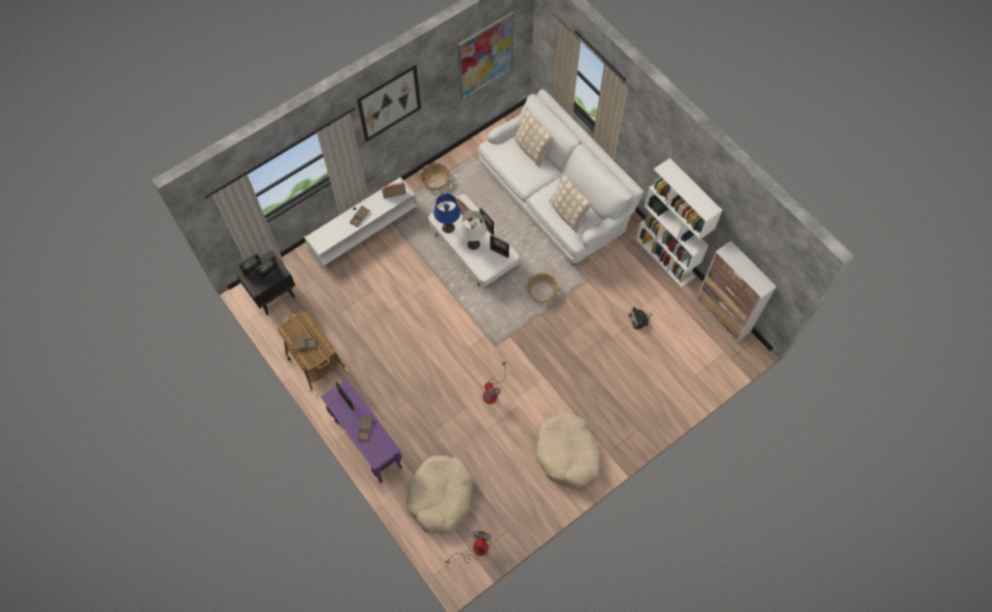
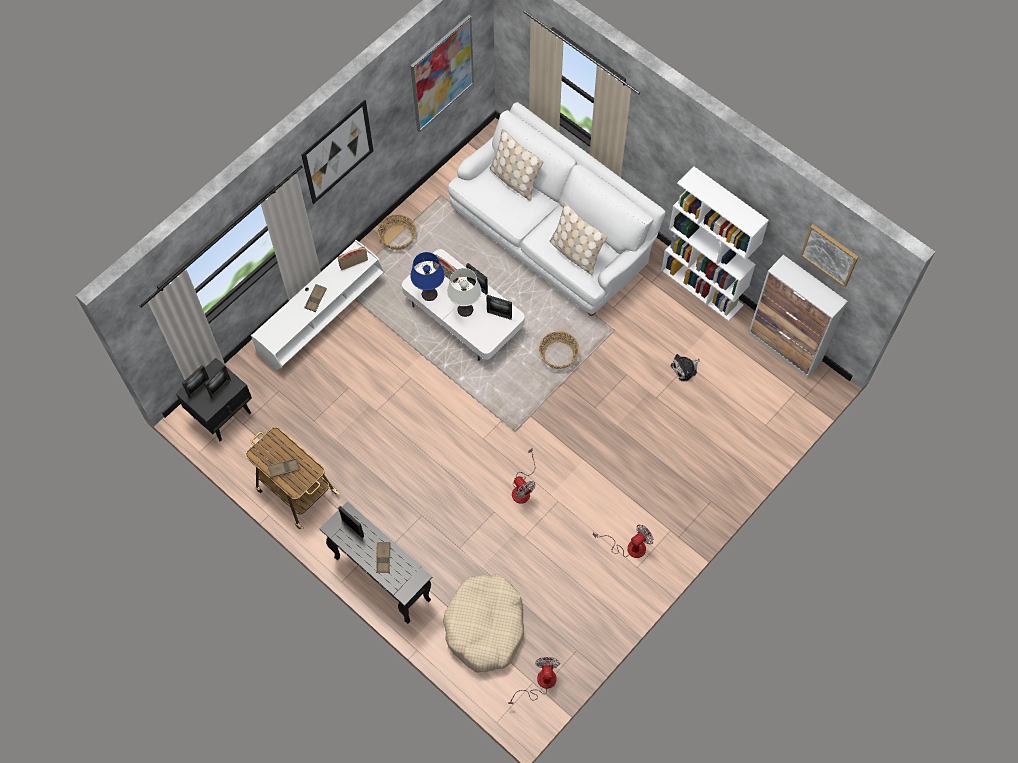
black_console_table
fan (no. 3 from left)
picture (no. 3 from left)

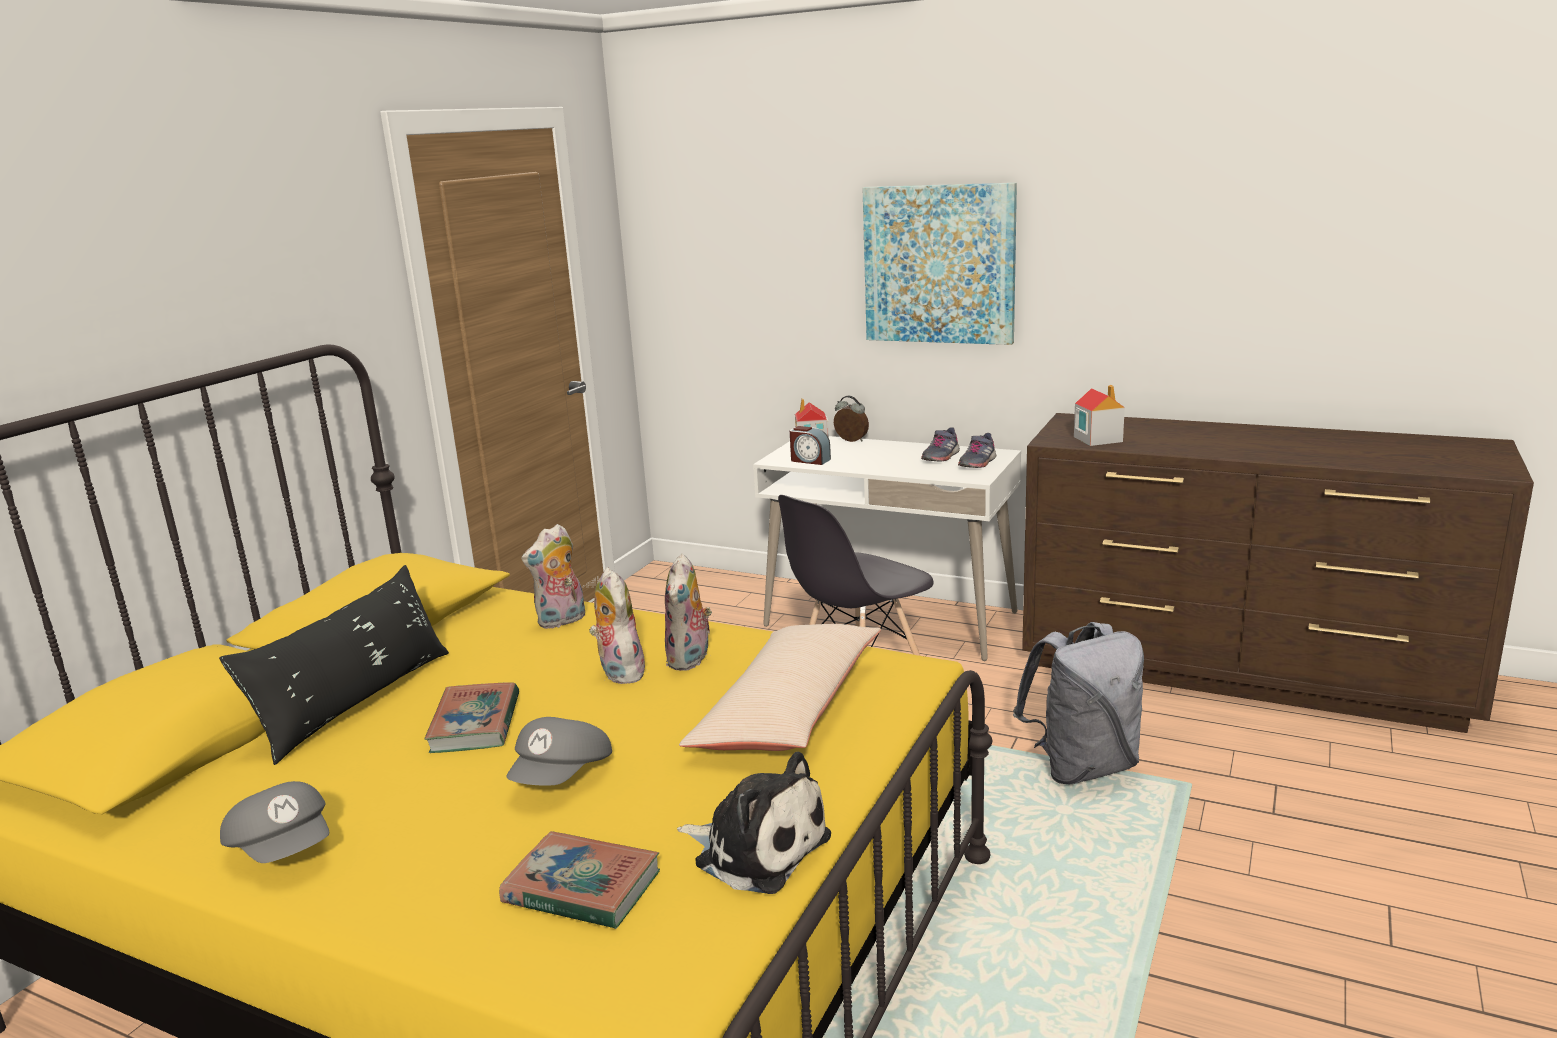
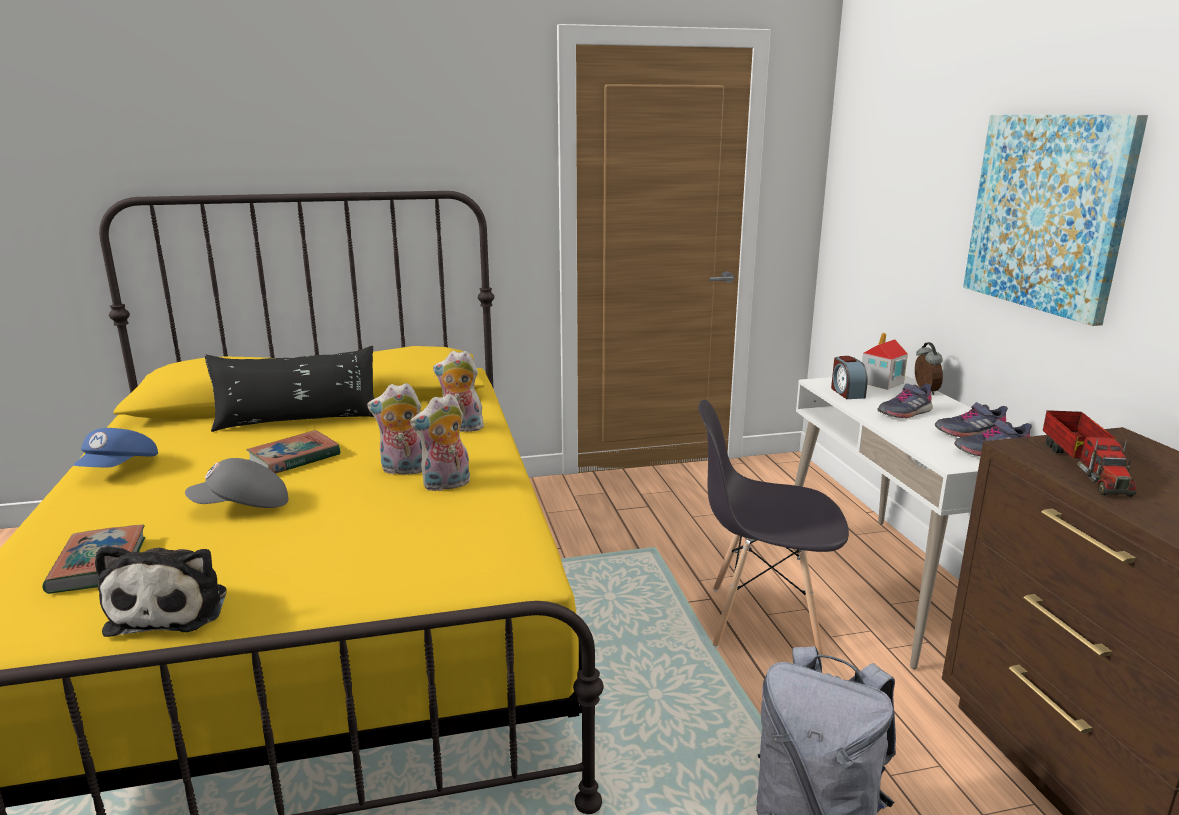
blue_cap
plush_toy (no. 2 from left)
grey_shoe (no. 1 from left)
toy_truck
beige_pillow

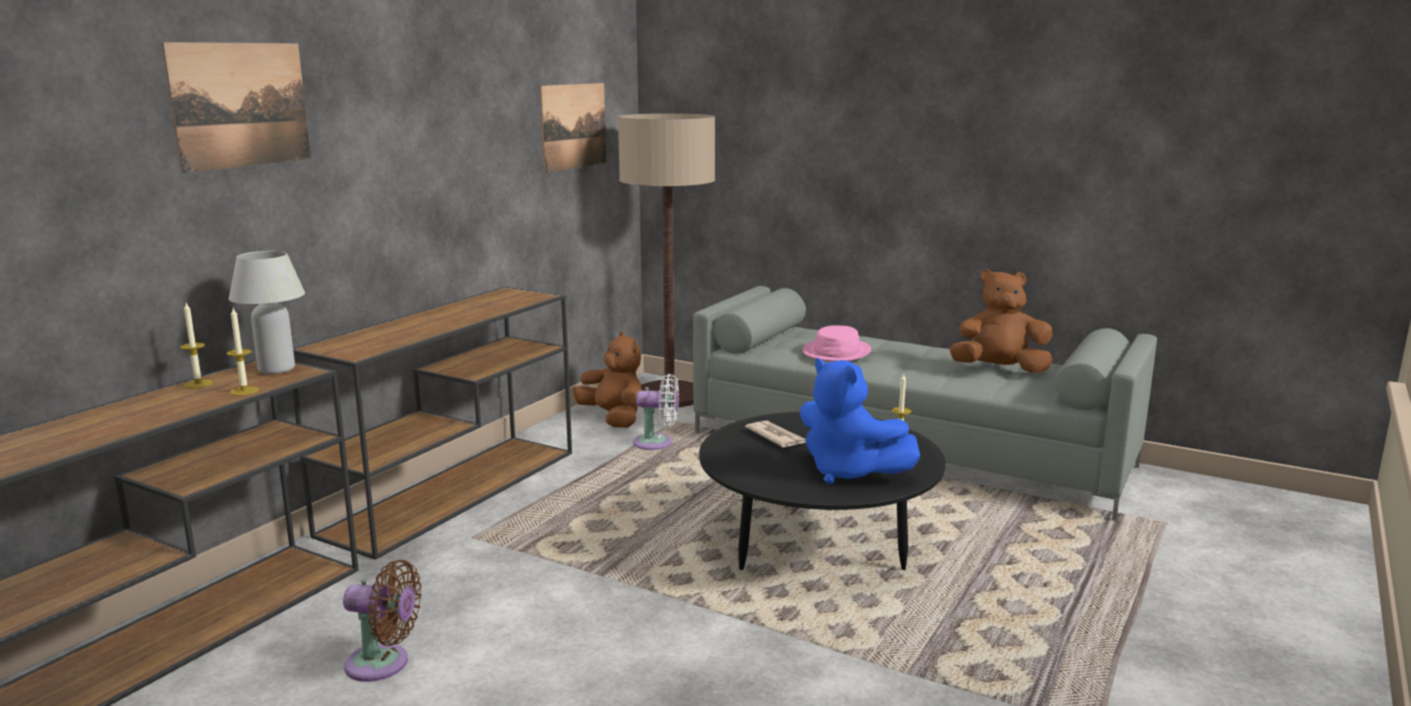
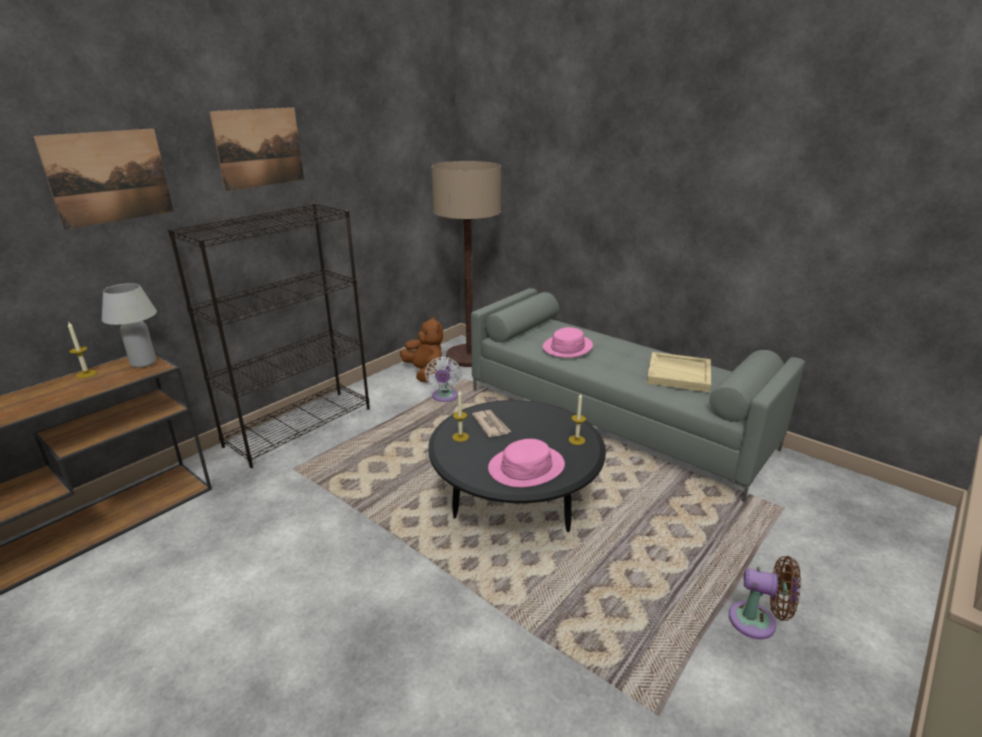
black_bookcase
picture (no. 2 from left)
white_fan
candle (no. 2 from left)
pink_hat (no. 1 from left)
beige_tray
brown_fan

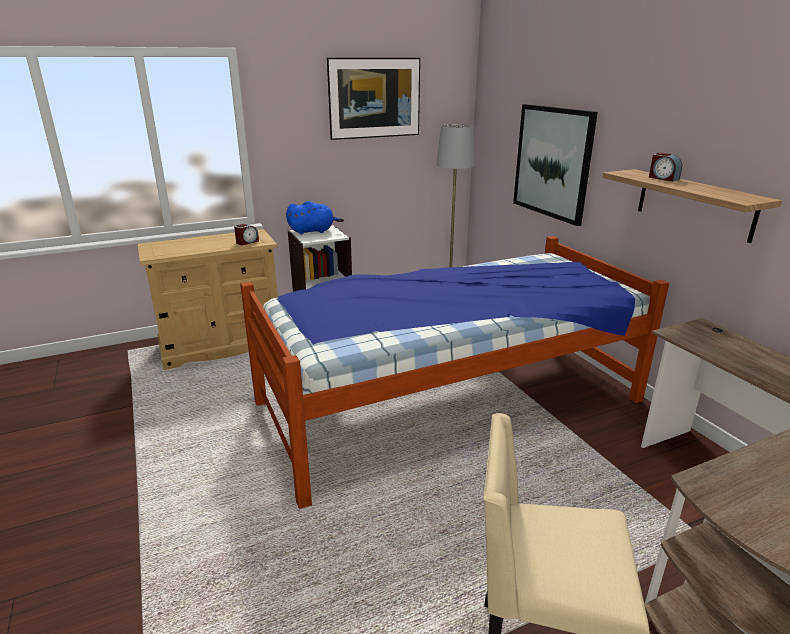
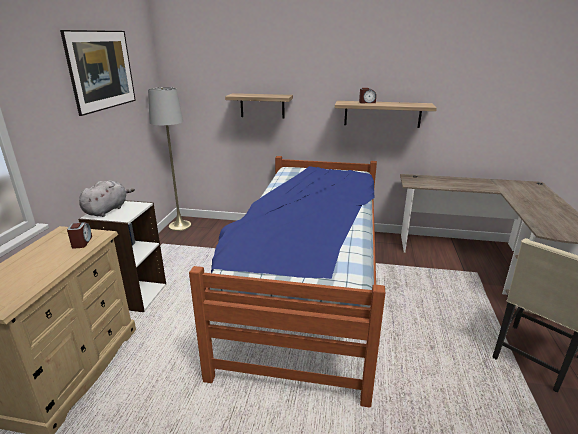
grey_plush_toy
shelf (no. 1 from left)

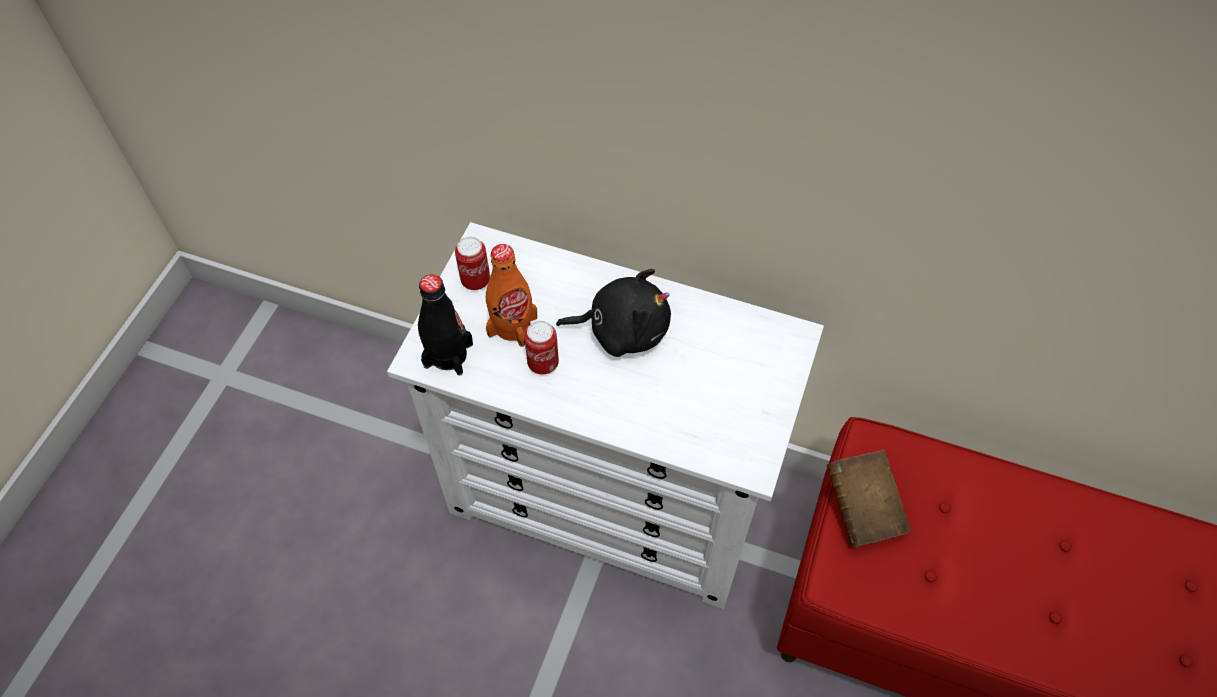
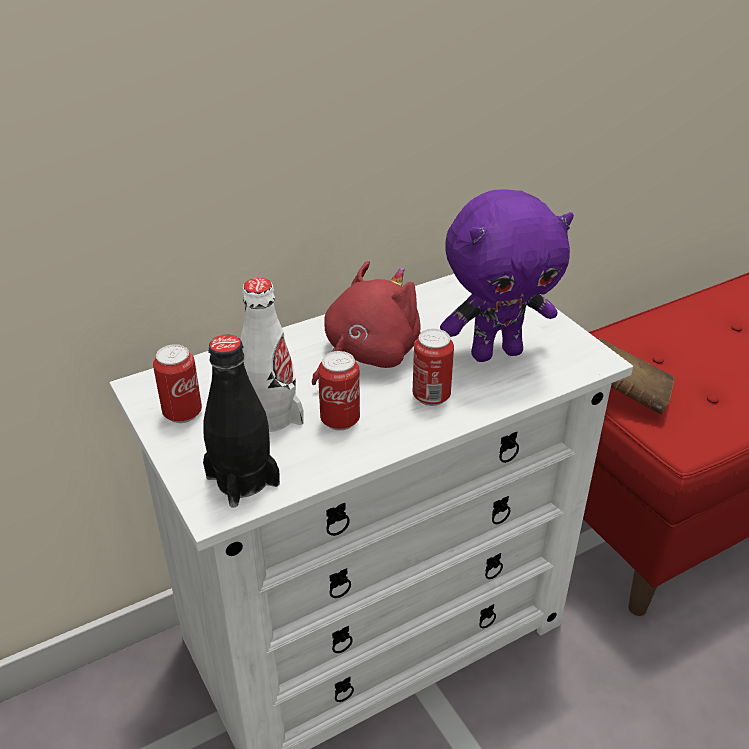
white_bottle
red_plush_toy
can (no. 3 from left)
purple_plush_toy

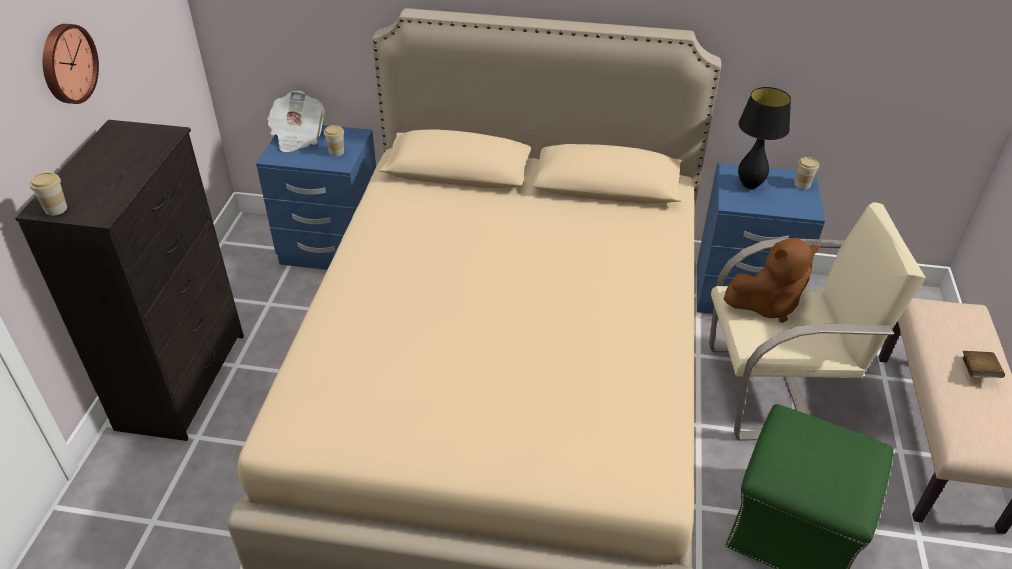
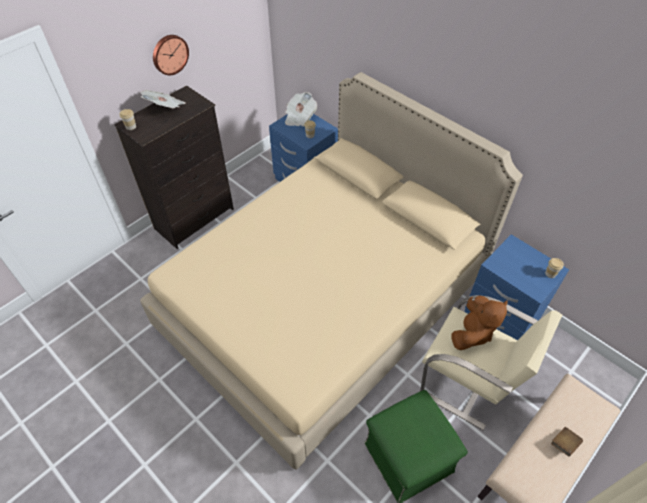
newspaper (no. 1 from left)
brown_plush_toy
black_table_lamp

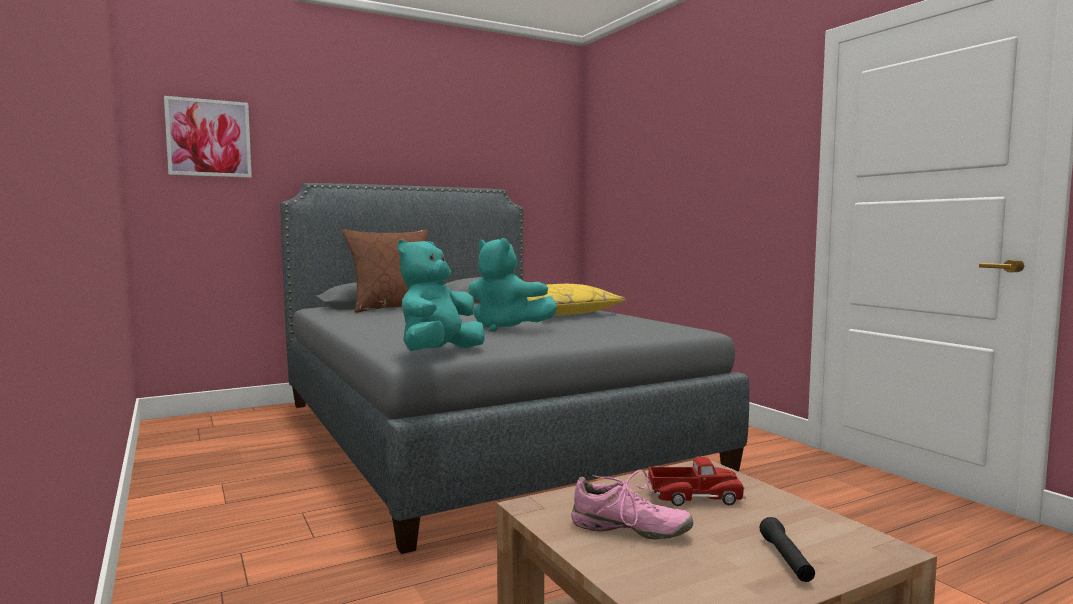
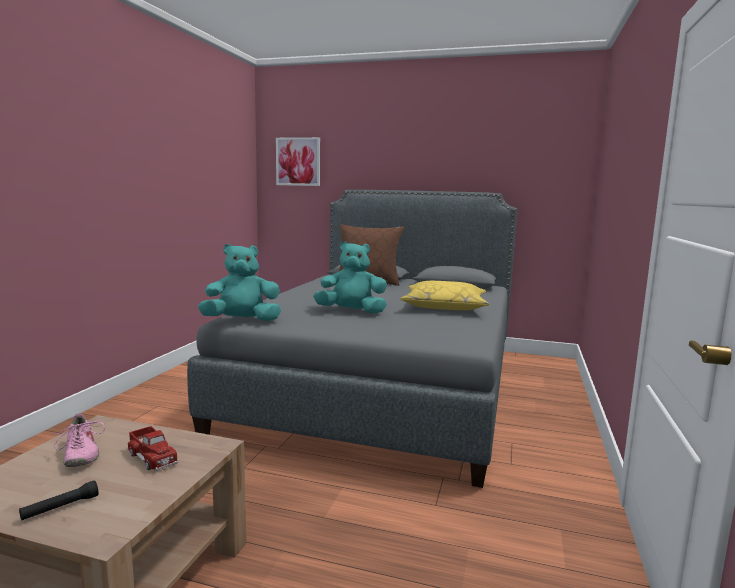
turquoise_plush_toy (no. 2 from left)

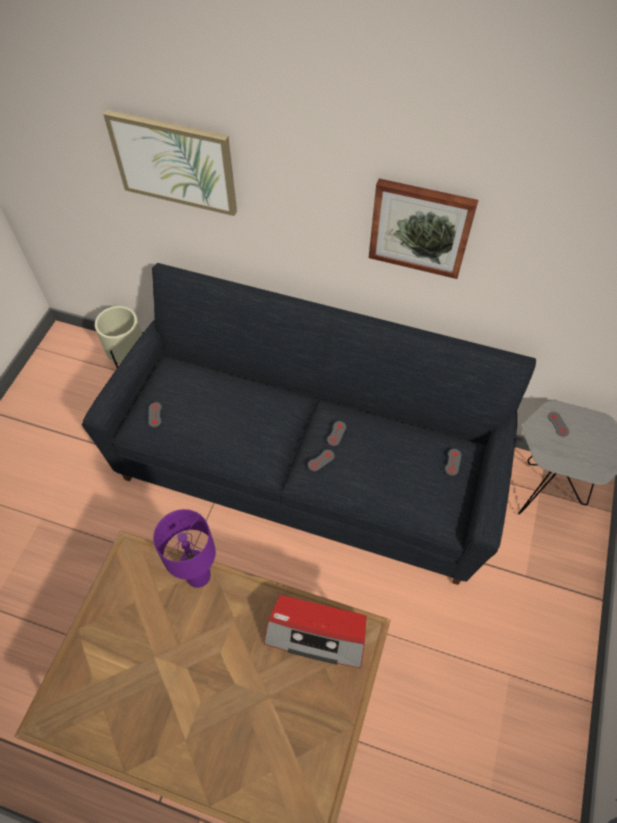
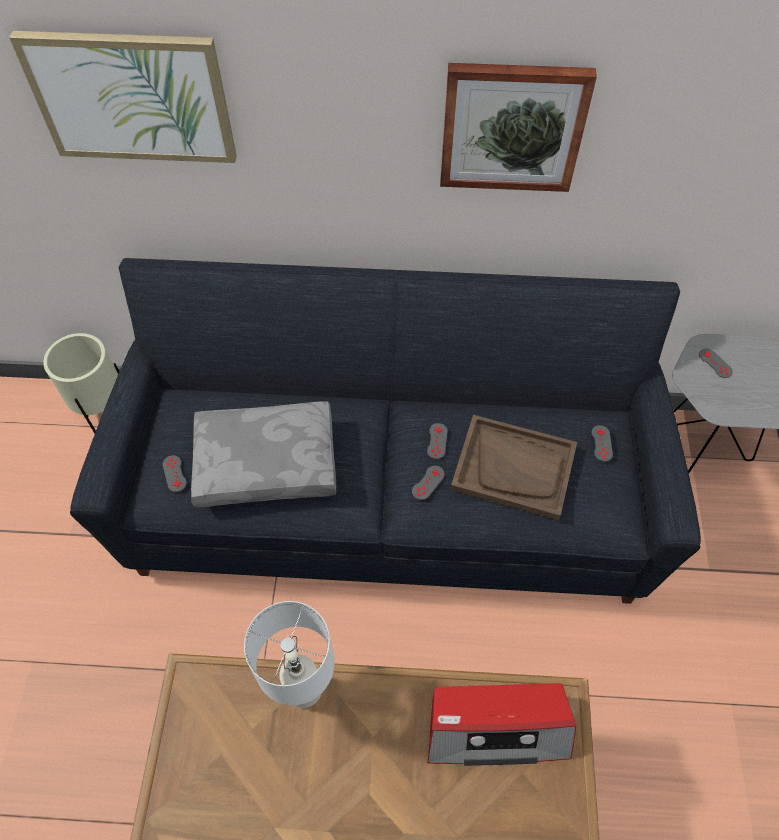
grey_pillow
white_table_lamp
brown_tray

